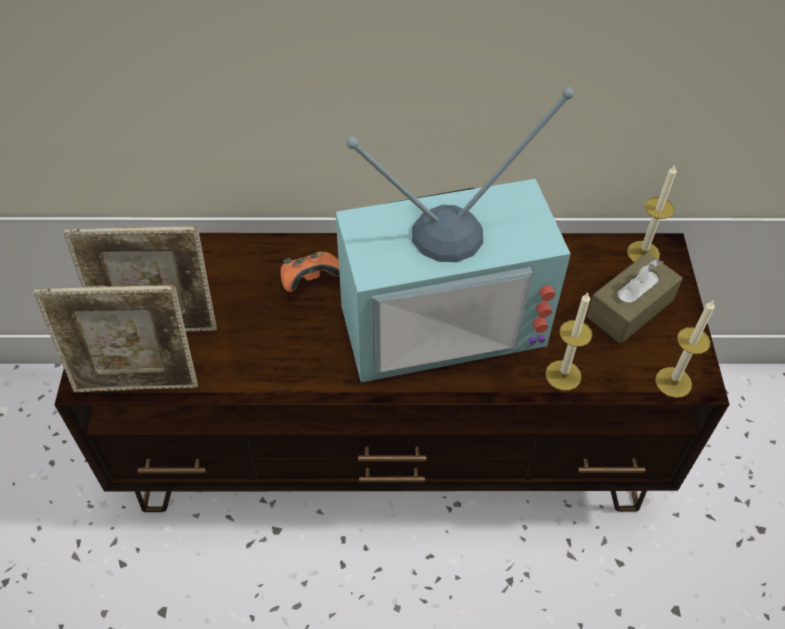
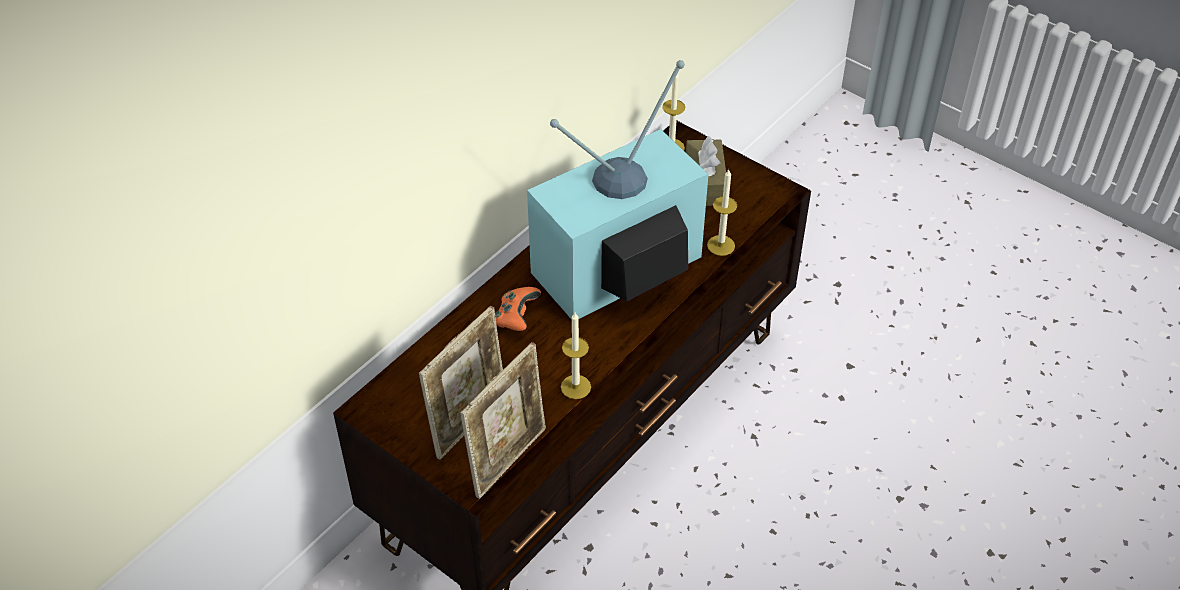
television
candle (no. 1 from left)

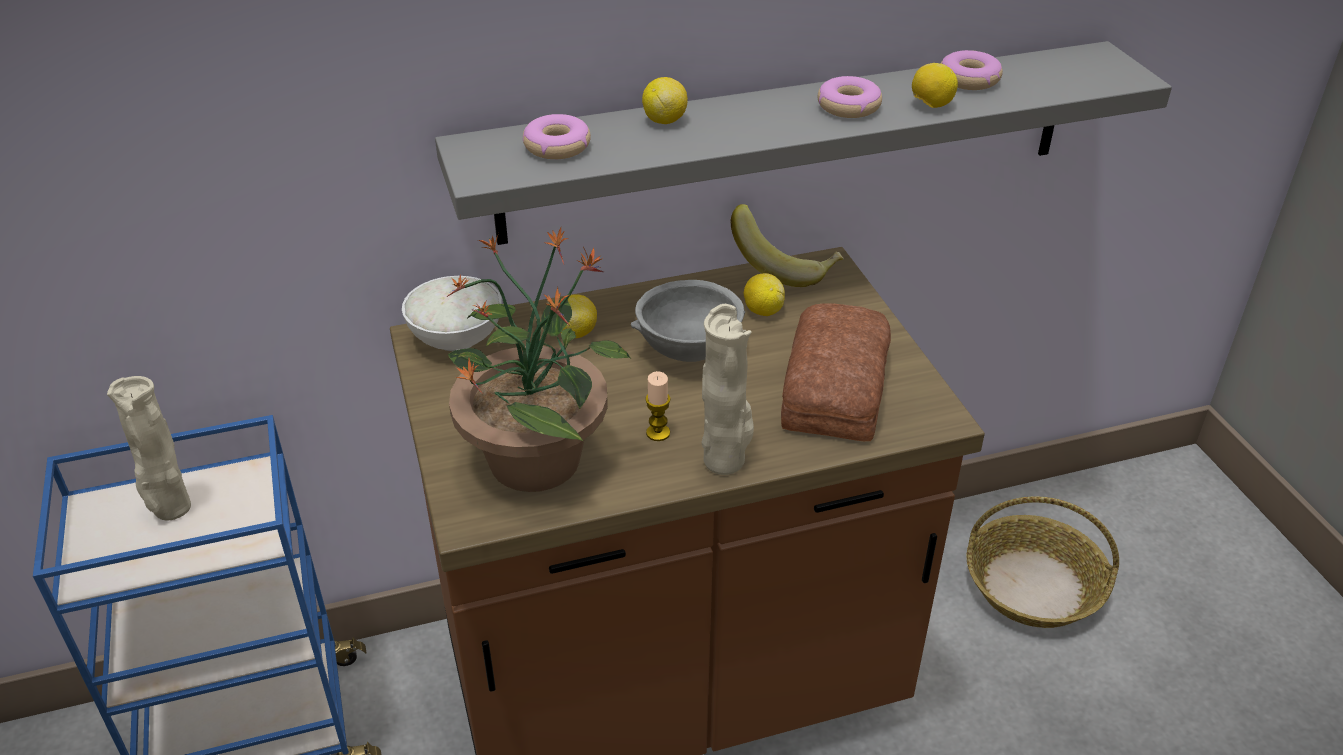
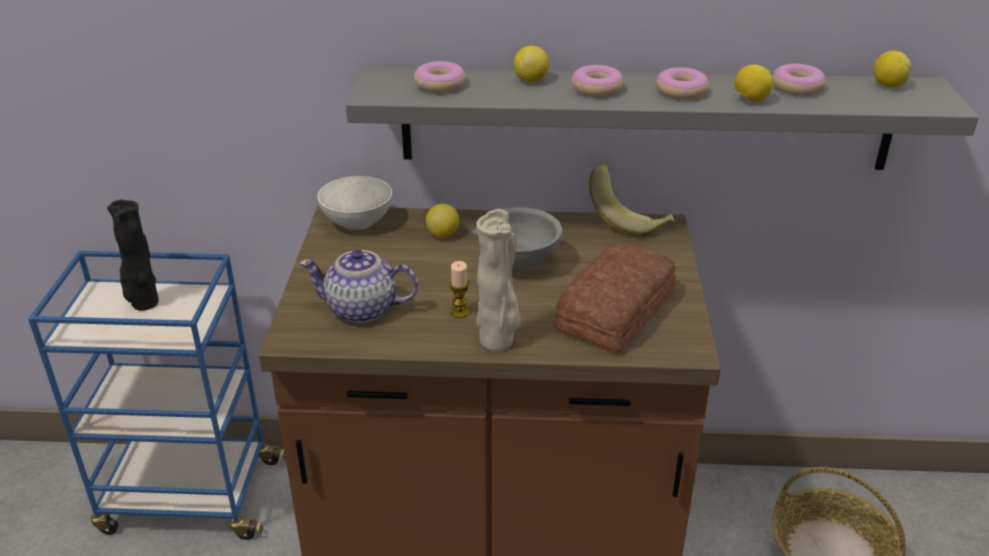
black_vase
teapot
donut (no. 2 from left)
lemon (no. 4 from left)

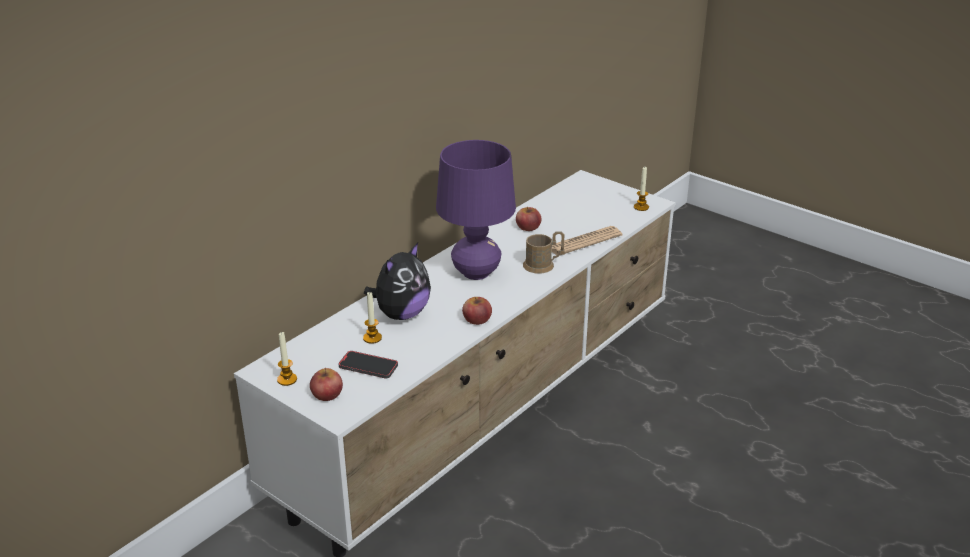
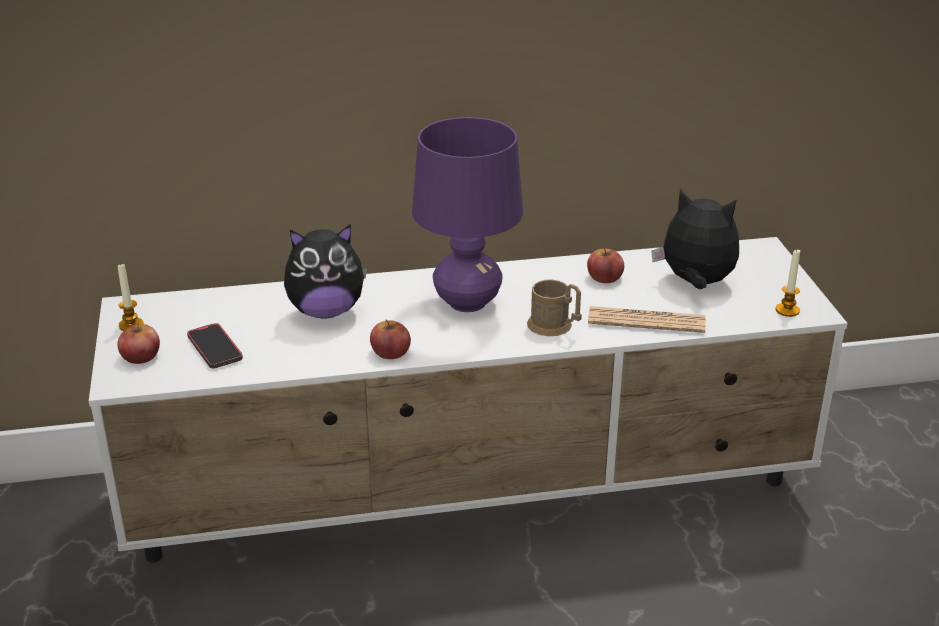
plush_toy (no. 2 from left)
candle (no. 2 from left in the first image)

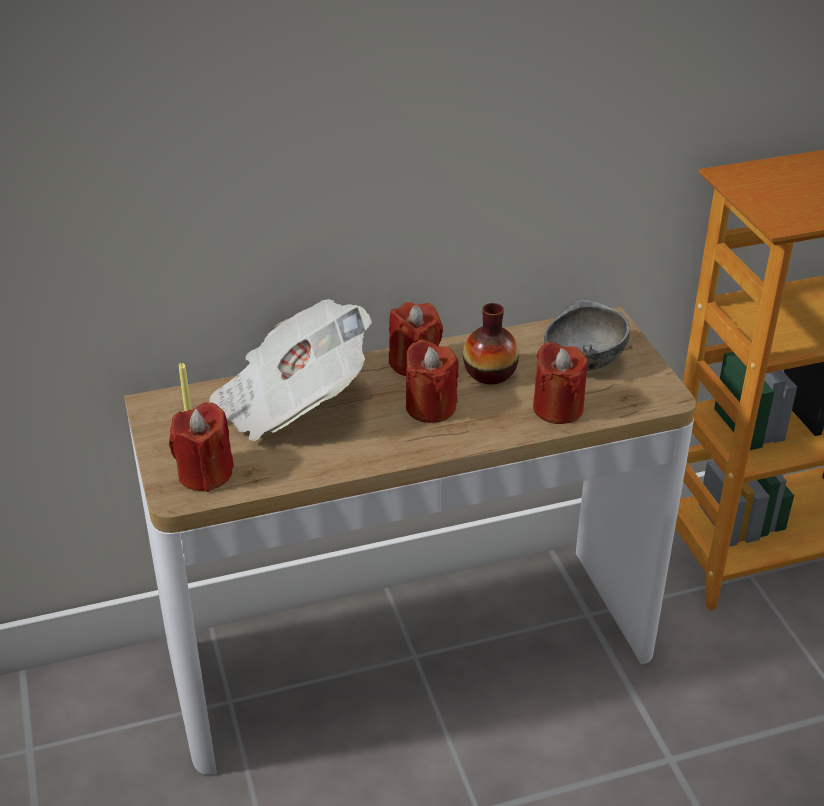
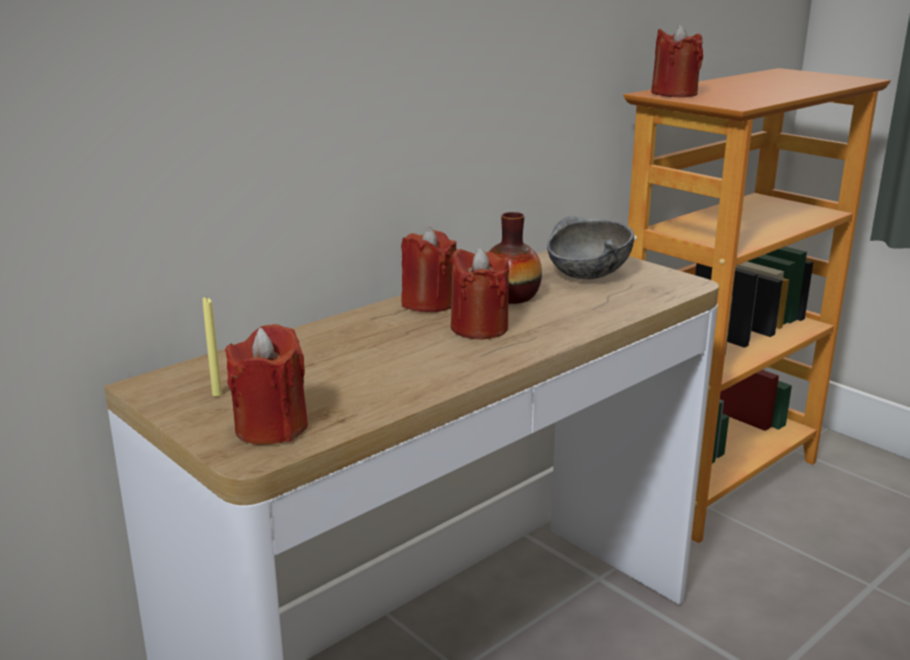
red_candle (no. 4 from left)
newspaper

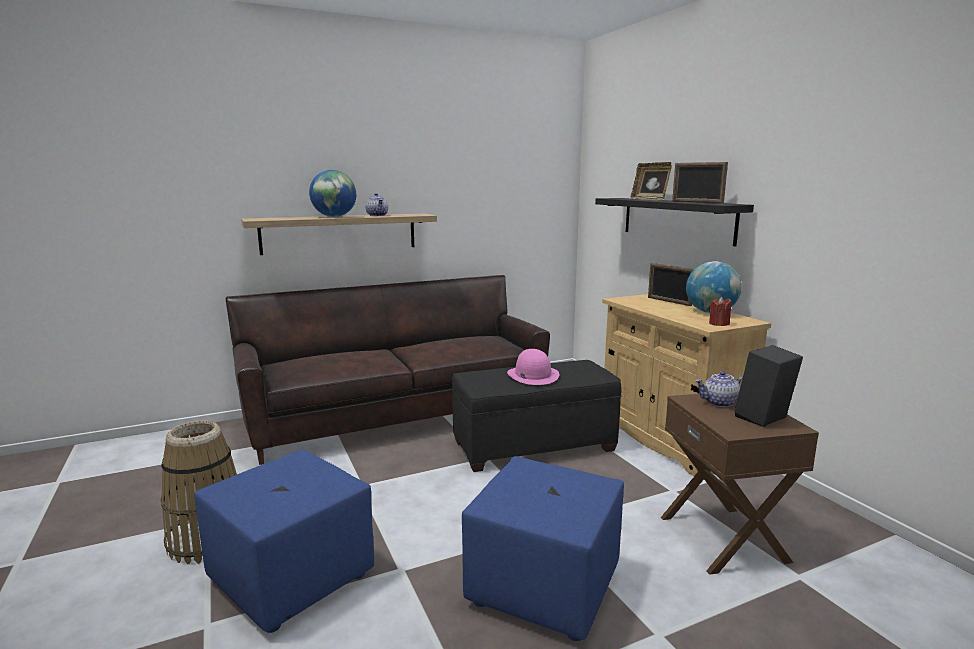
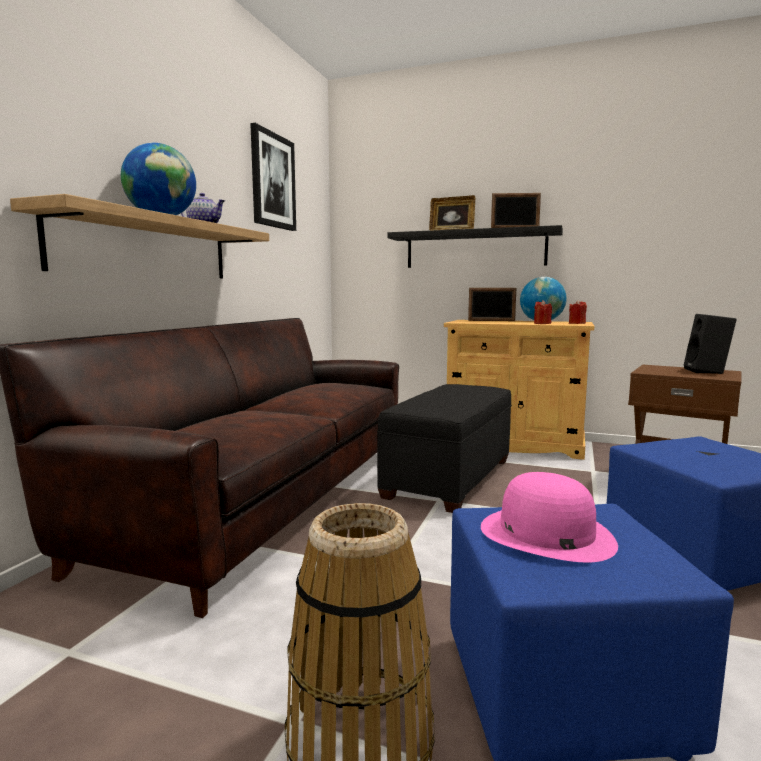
picture
pink_hat
red_candle (no. 1 from left)
teapot (no. 2 from left in the first image)

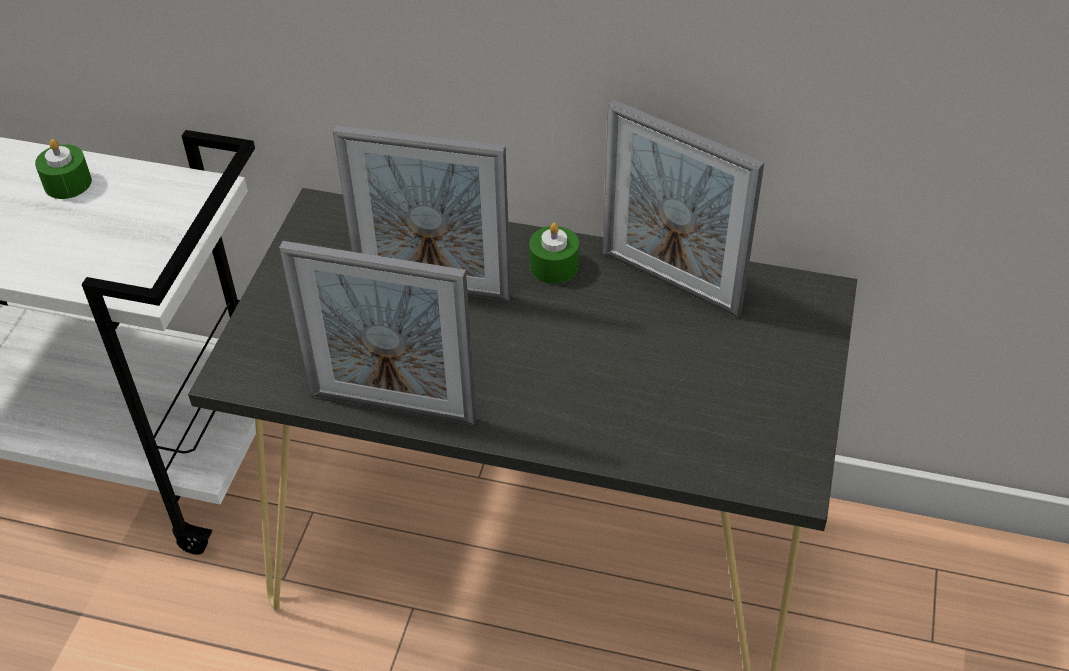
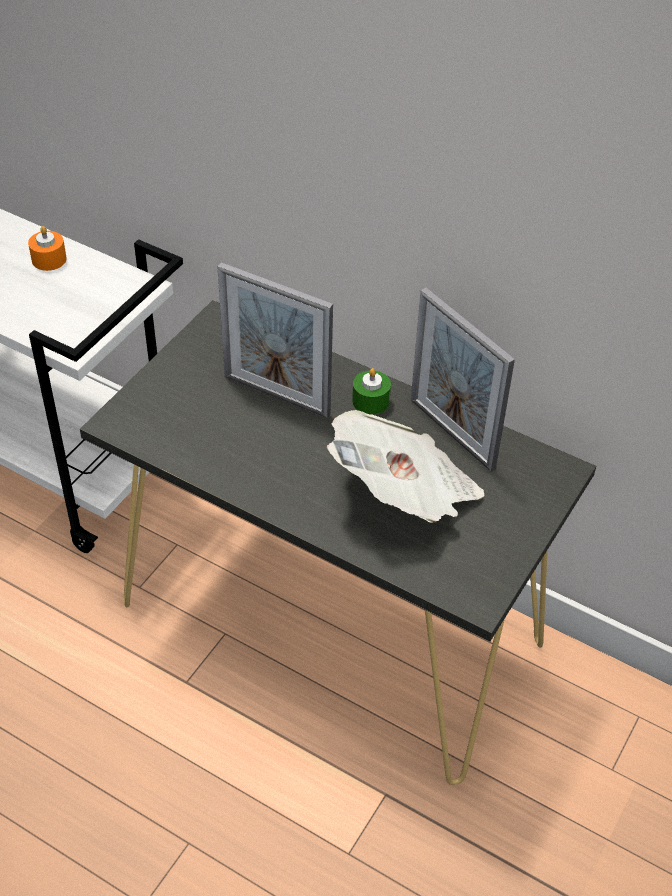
orange_candle
newspaper
picture_frame (no. 1 from left in the first image)

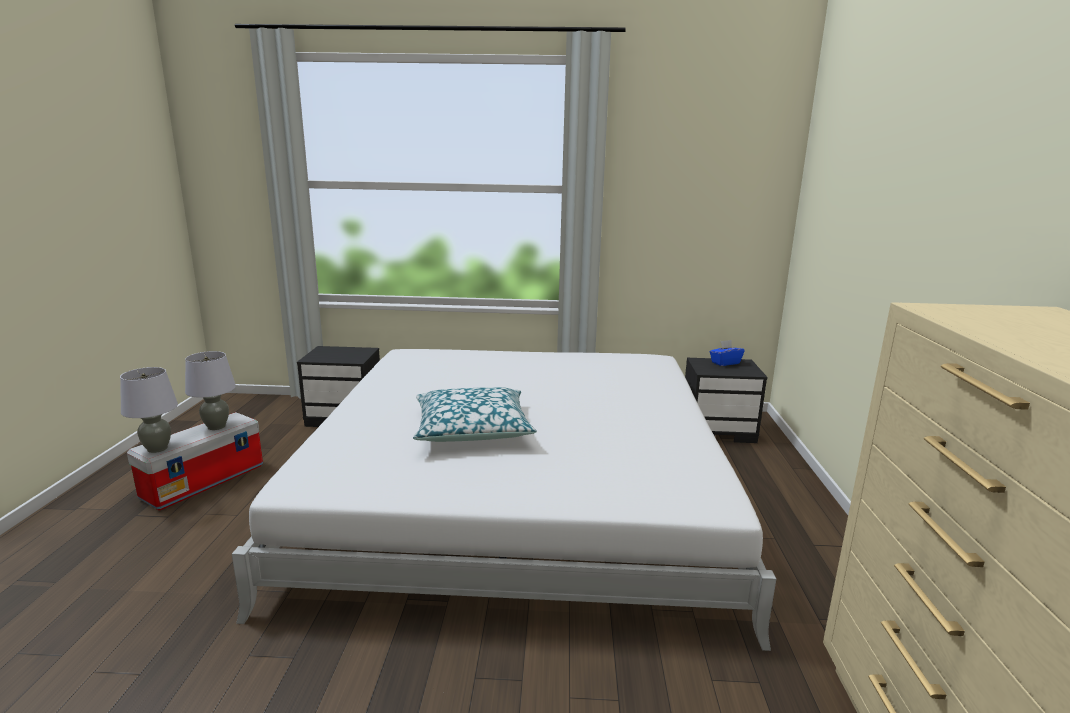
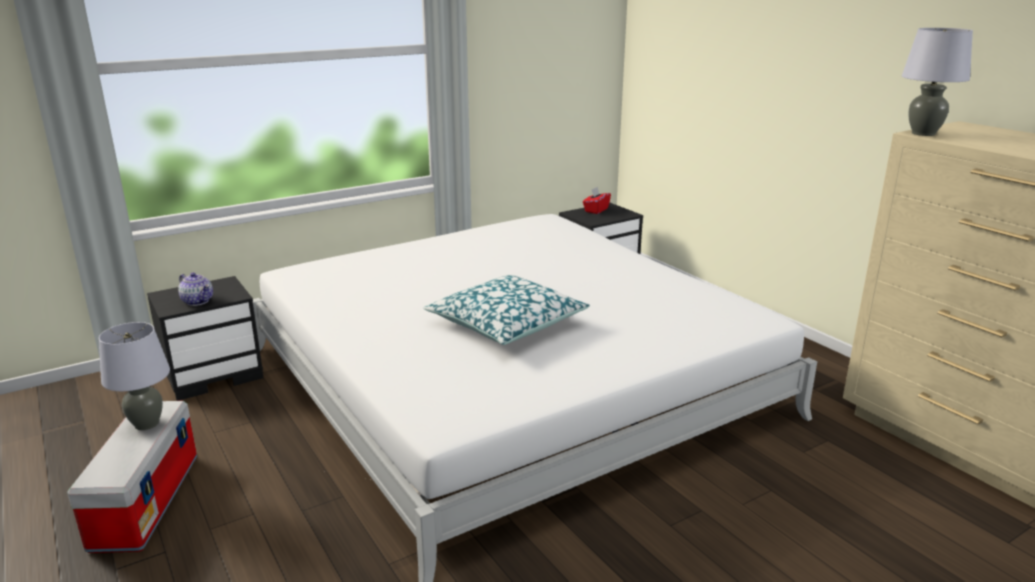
teapot
red_tissue_box
grey_table_lamp (no. 2 from left)

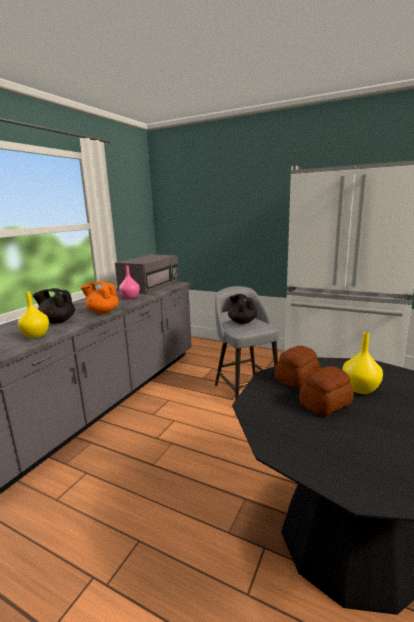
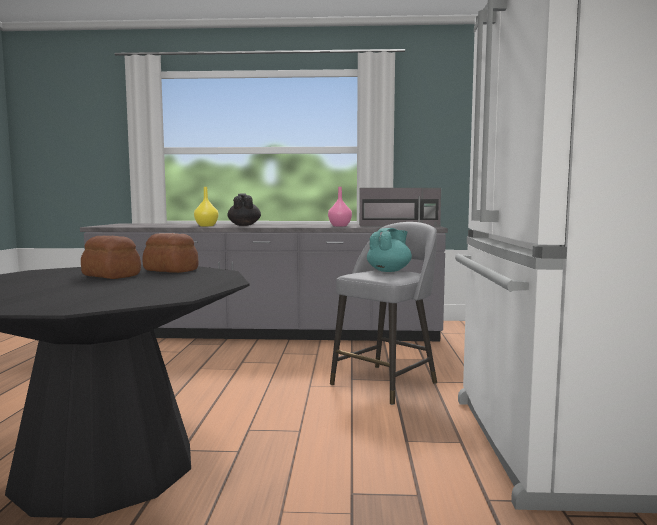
turquoise_teapot
orange_teapot
yellow_vase (no. 2 from left in the first image)

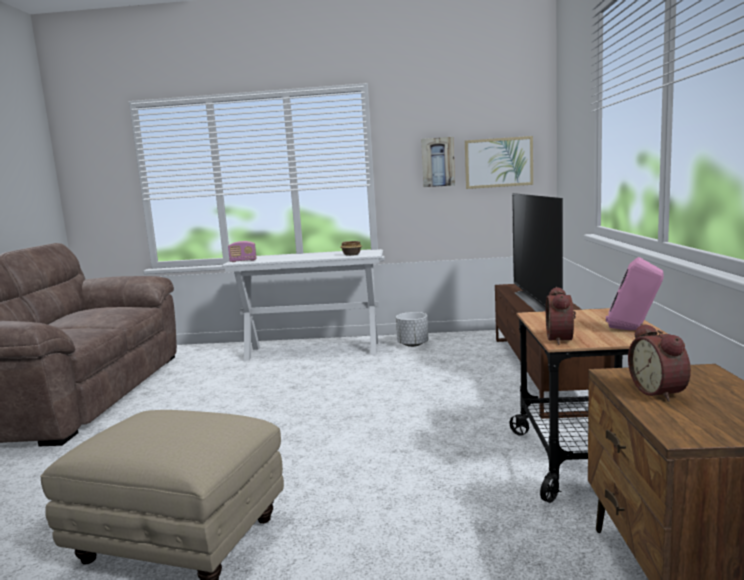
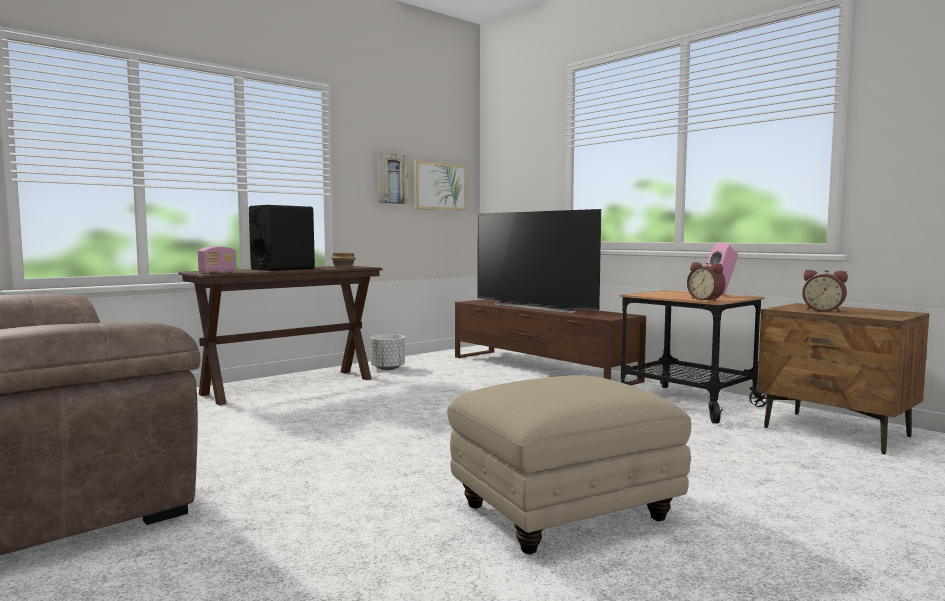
brown_console_table
black_speaker

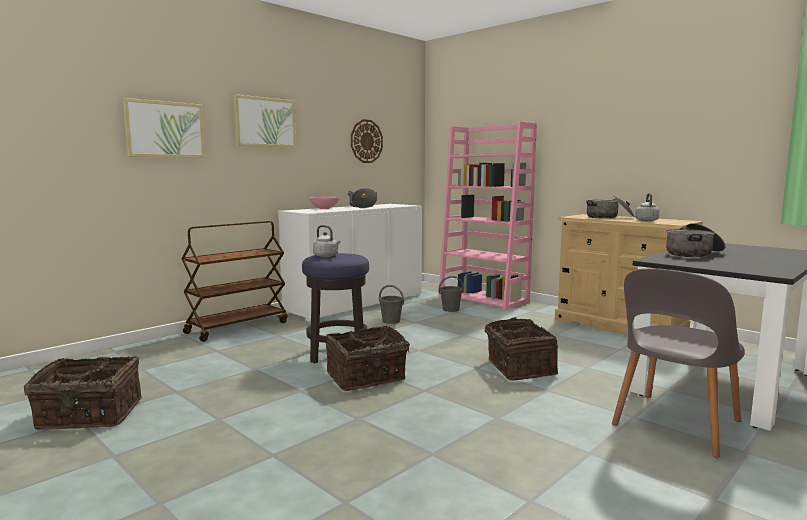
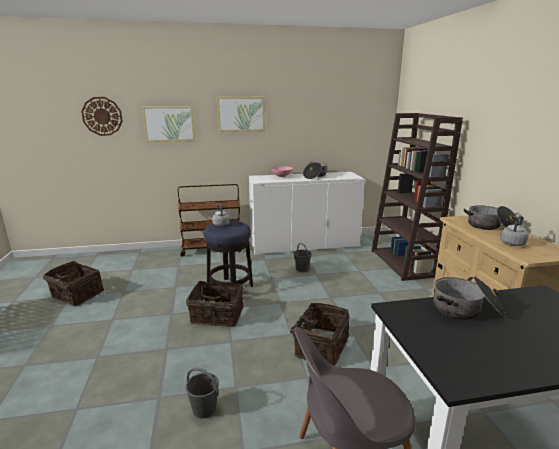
wall_clock
grey_bucket (no. 1 from left)
brown_bookcase

